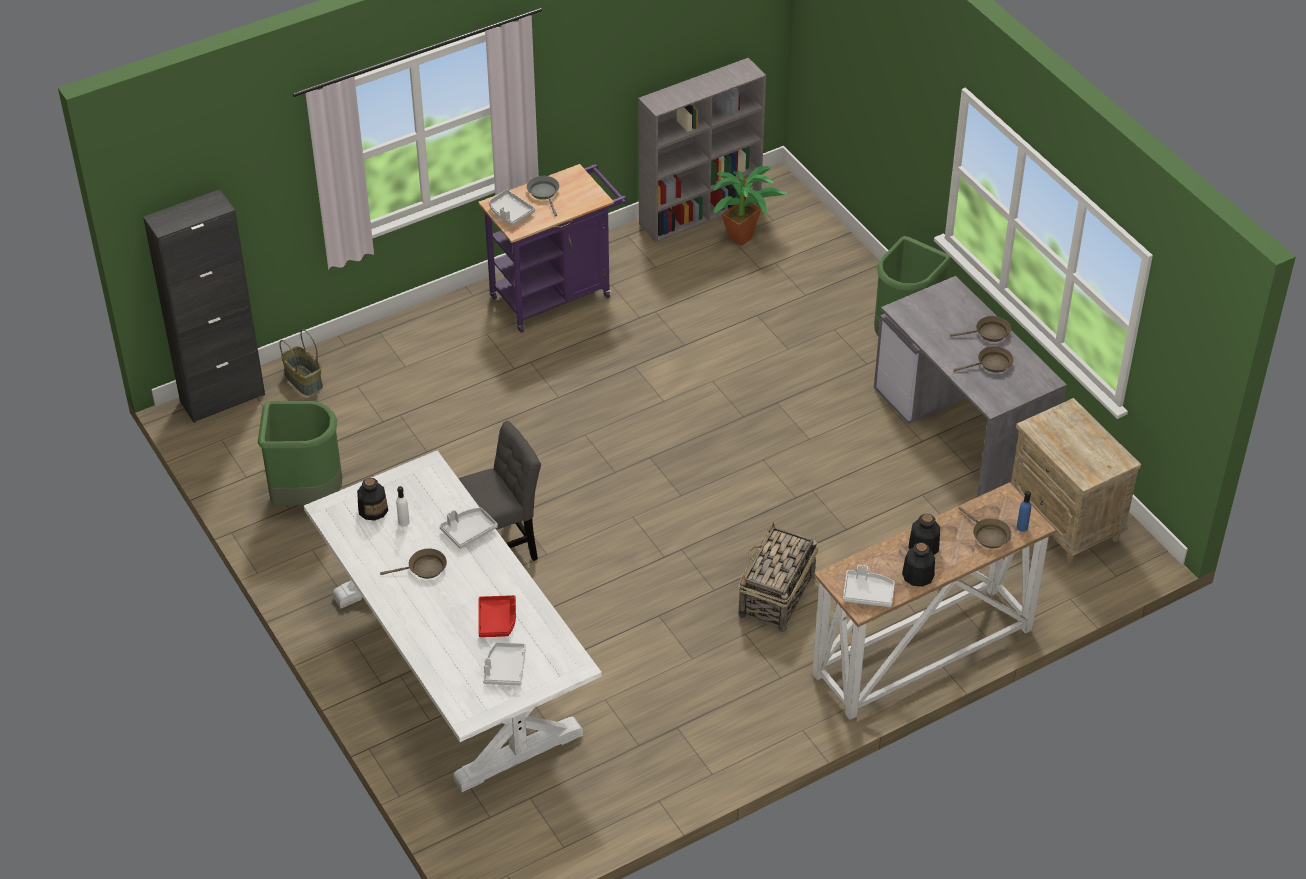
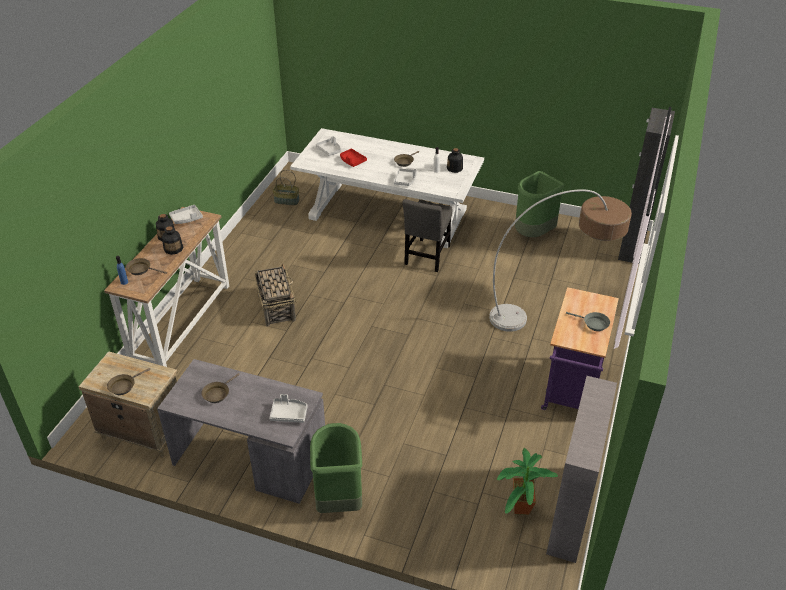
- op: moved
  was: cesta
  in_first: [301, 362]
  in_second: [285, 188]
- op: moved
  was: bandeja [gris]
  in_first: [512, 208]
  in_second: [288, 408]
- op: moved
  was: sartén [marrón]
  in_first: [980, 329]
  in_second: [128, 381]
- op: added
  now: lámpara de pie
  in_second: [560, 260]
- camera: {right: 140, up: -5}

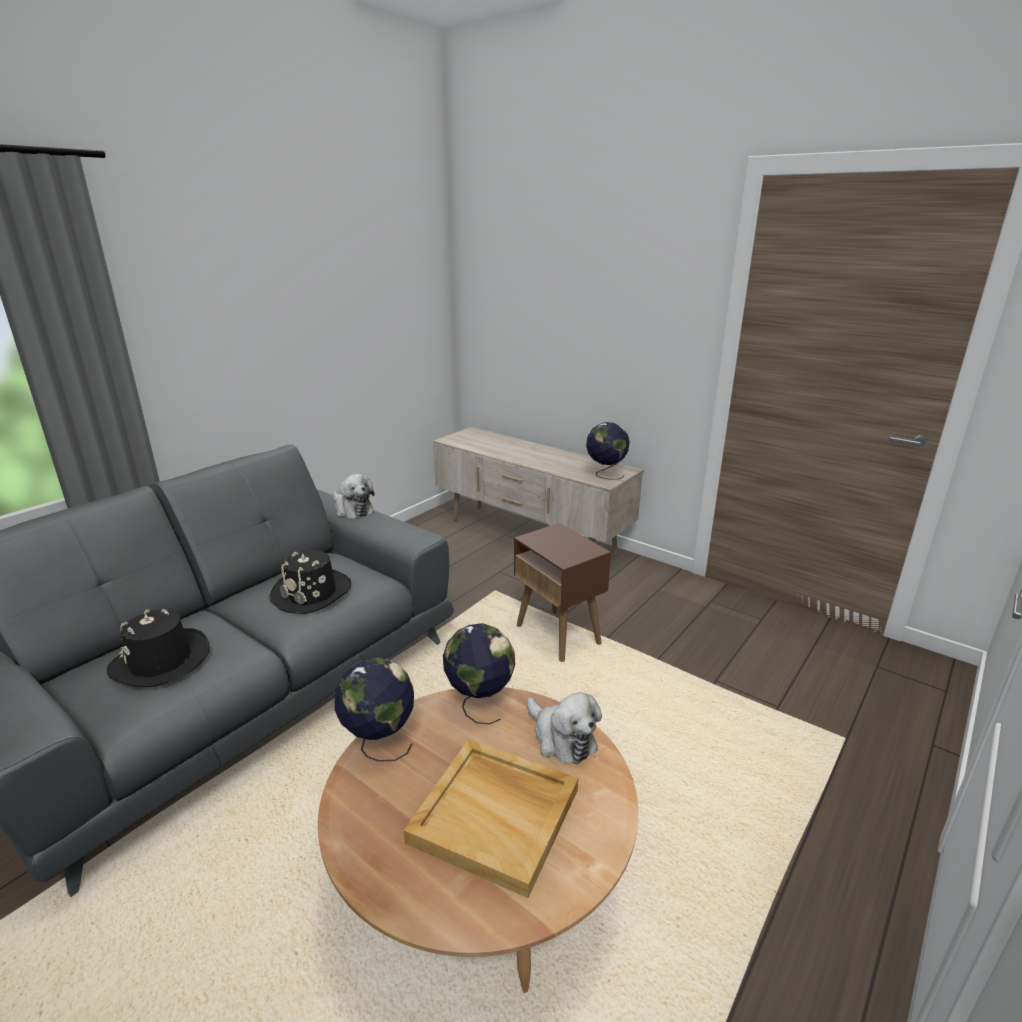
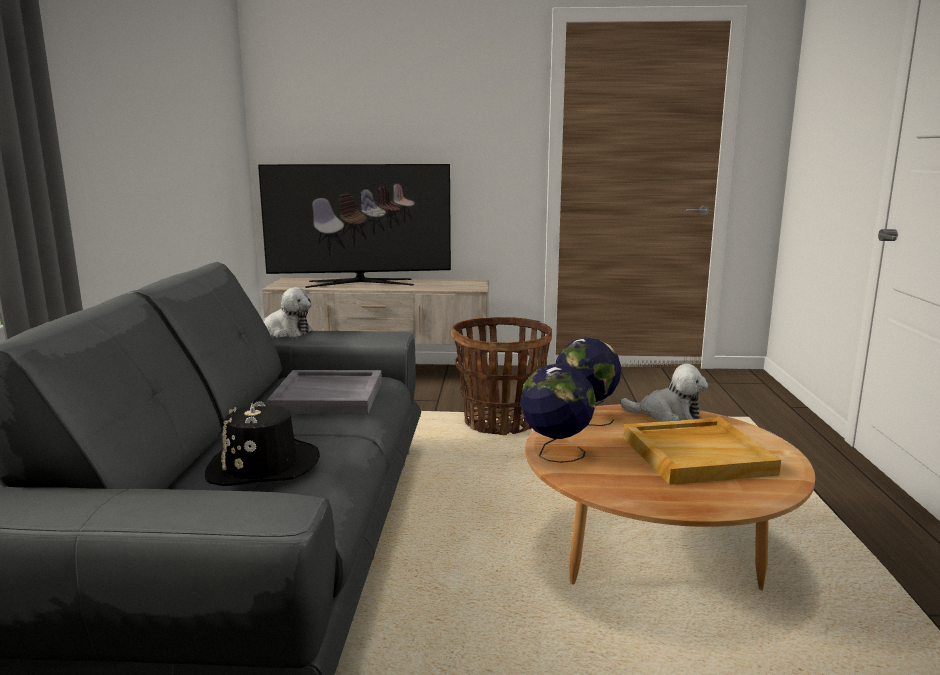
- op: replaced
  was: sombrero [negro]
  now: bandeja [gris]
  in_first: [310, 582]
  in_second: [324, 392]
- op: replaced
  was: mesa auxiliar [marrón]
  now: cesta
  in_first: [562, 592]
  in_second: [501, 376]
- op: removed
  was: globo terráqueo
  in_first: [608, 451]
- op: added
  now: televisor
  in_second: [354, 226]
- camera: {right: -35, up: -10}

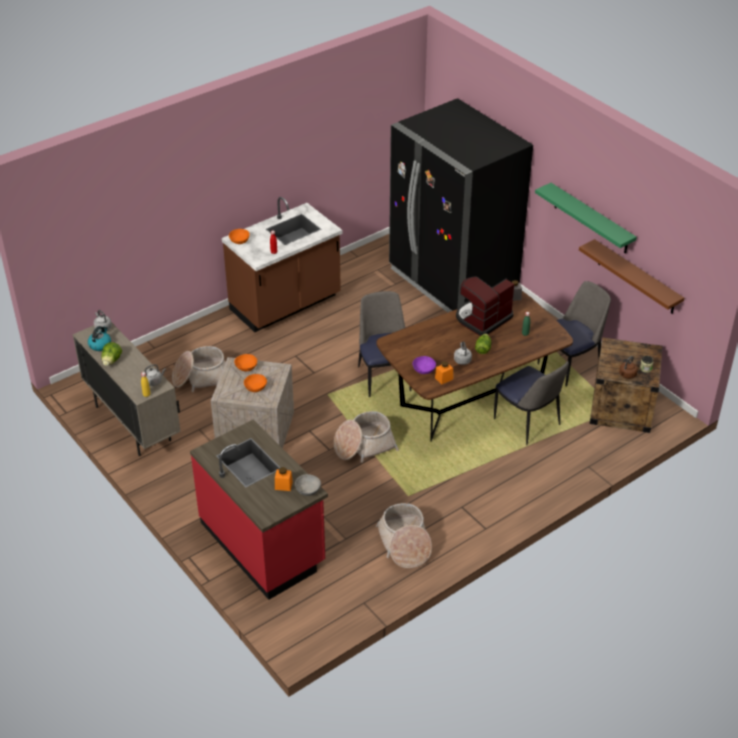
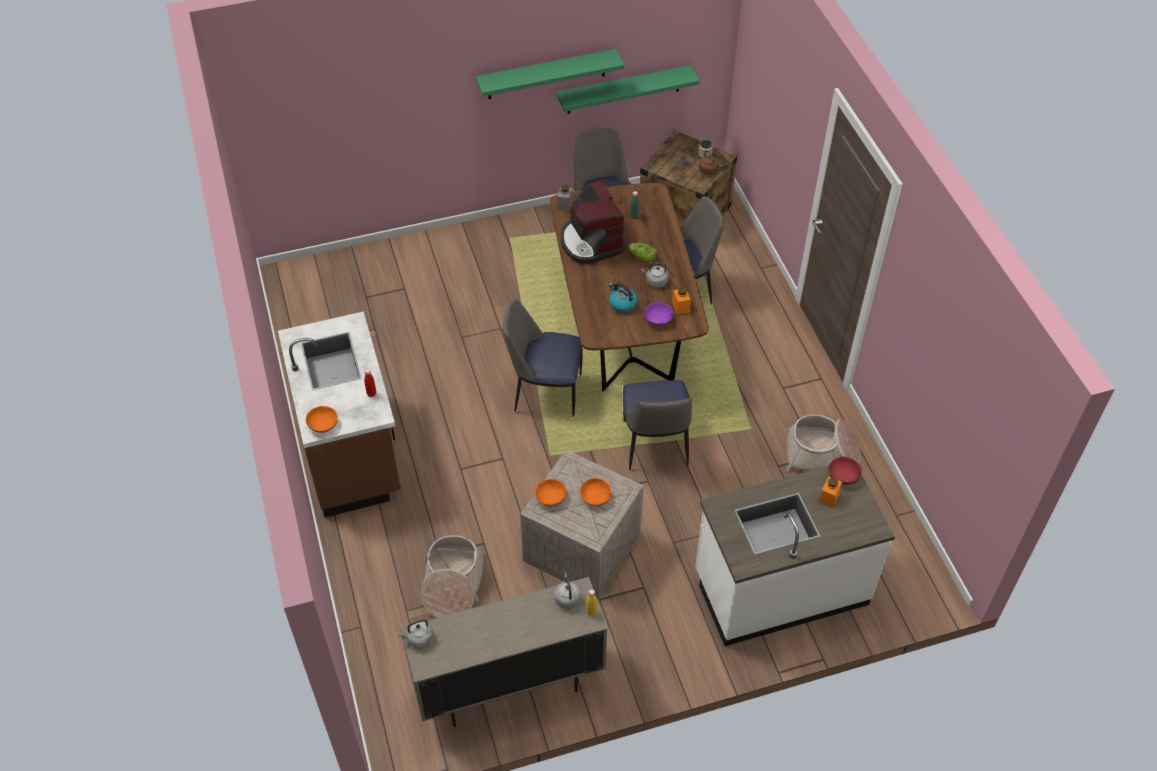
- op: moved
  was: hervidor
  in_first: [99, 338]
  in_second: [623, 298]
- op: removed
  was: lechuga
  in_first: [111, 354]
- op: recoloured
  was: mueble bajo de cocina [rojo]
  now: mueble bajo de cocina [blanco]
  in_first: [259, 509]
  in_second: [795, 552]
- op: recoloured
  was: cuenco [gris]
  now: cuenco [rojo]
  in_first: [308, 485]
  in_second: [845, 470]
- op: replaced
  was: cesta
  now: silla
  in_first: [366, 437]
  in_second: [657, 425]
- op: removed
  was: nevera [negro]
  in_first: [461, 205]
- op: recoloured
  was: estante [marrón]
  now: estante [verde]
  in_first: [631, 276]
  in_second: [628, 89]
- camera: {right: -70, up: 10}

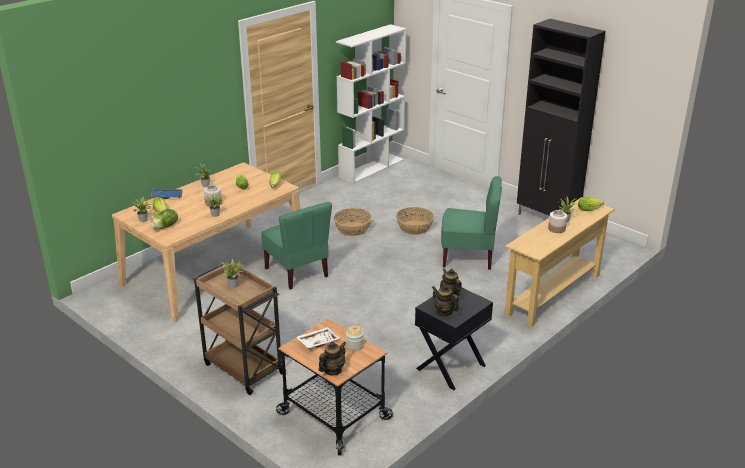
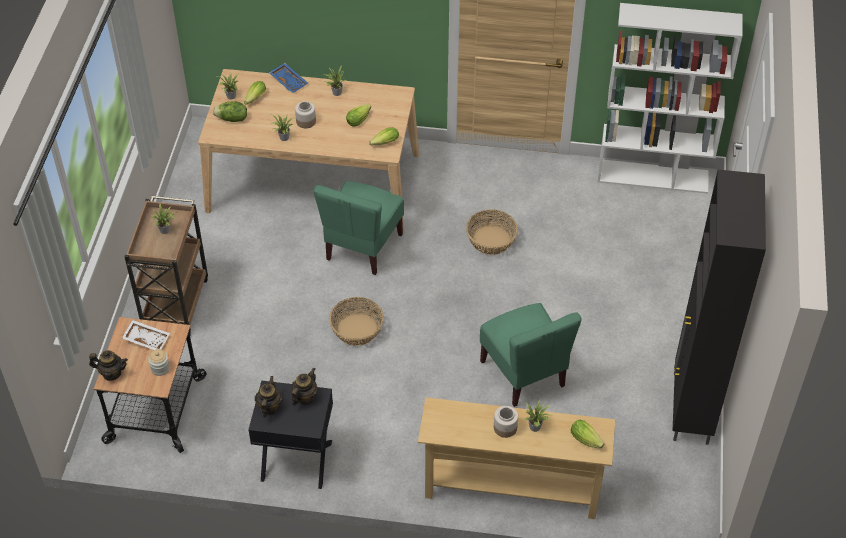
- op: moved
  was: cesta
  in_first: [415, 221]
  in_second: [356, 321]
- camera: {right: 55, up: 20}

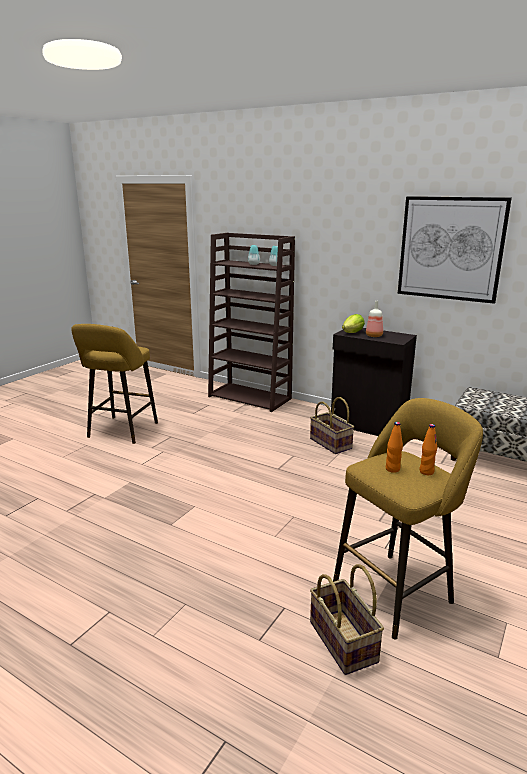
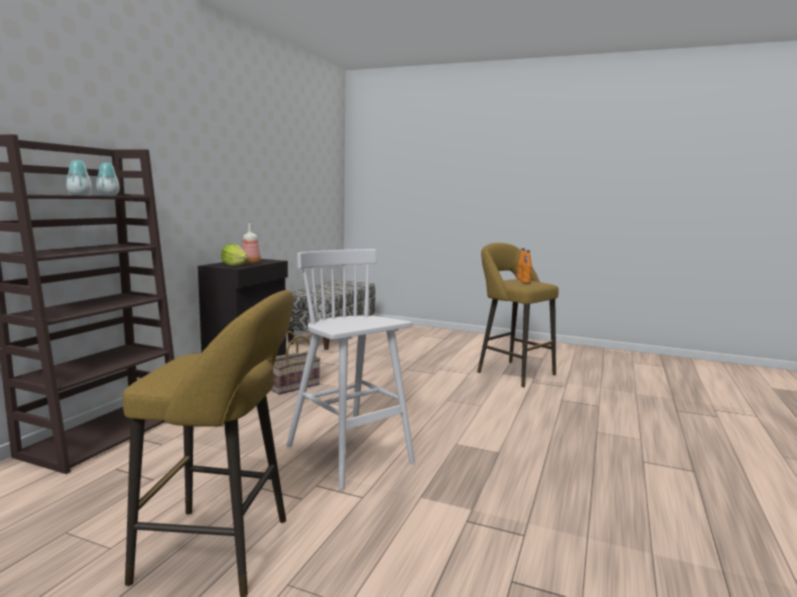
- op: removed
  was: cesta
  in_first: [347, 619]
- op: removed
  was: cuadro
  in_first: [455, 250]
- op: added
  now: taburete [blanco]
  in_second: [350, 369]
- camera: {right: -100, up: -10}

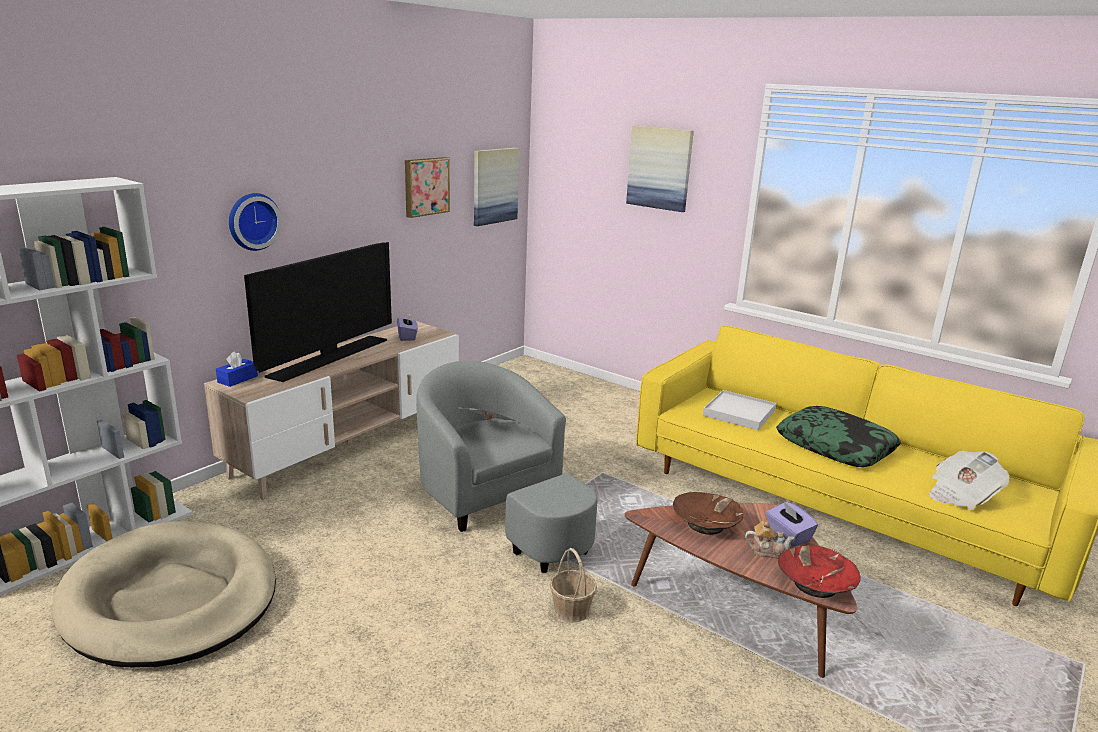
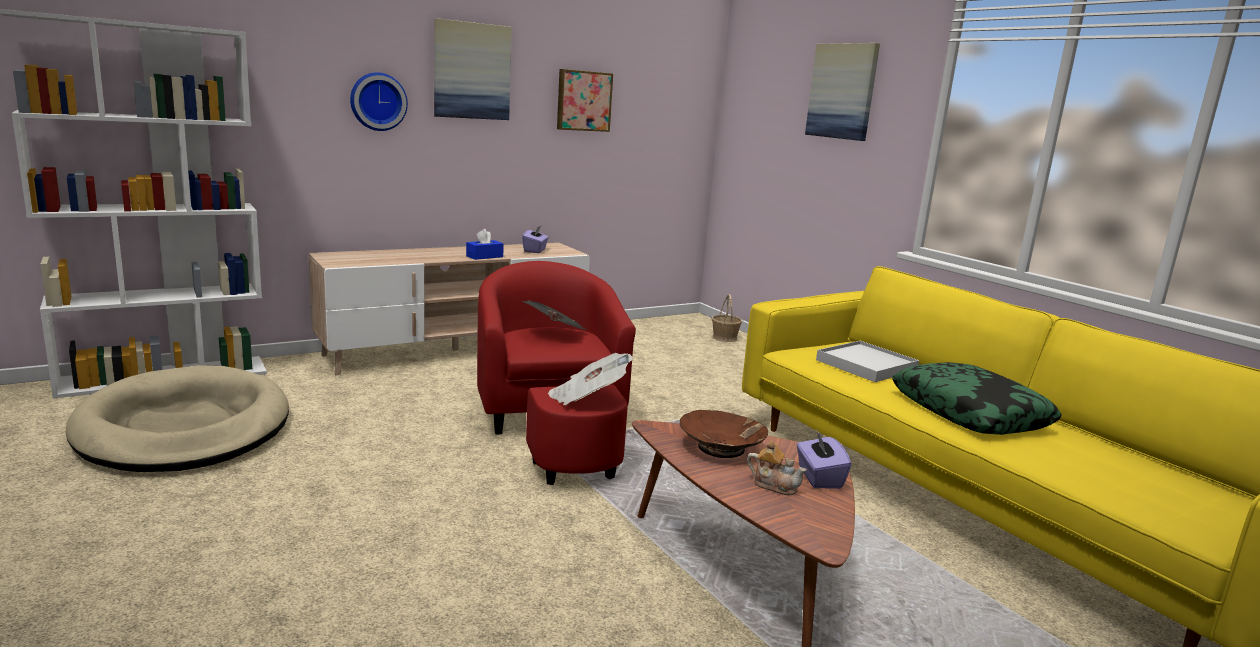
- op: moved
  was: caja de pañuelos [azul]
  in_first: [237, 369]
  in_second: [485, 244]
- op: removed
  was: televisor
  in_first: [318, 312]
- op: recoloured
  was: sillón [gris]
  now: sillón [rojo]
  in_first: [506, 467]
  in_second: [556, 373]
- op: moved
  was: cuadro
  in_first: [496, 187]
  in_second: [473, 69]
- op: moved
  was: cesta
  in_first: [573, 585]
  in_second: [727, 318]
- op: removed
  was: cuenco [rojo]
  in_first: [819, 571]
- op: moved
  was: periódico
  in_first: [969, 480]
  in_second: [590, 379]
- camera: {right: 20, up: -5}

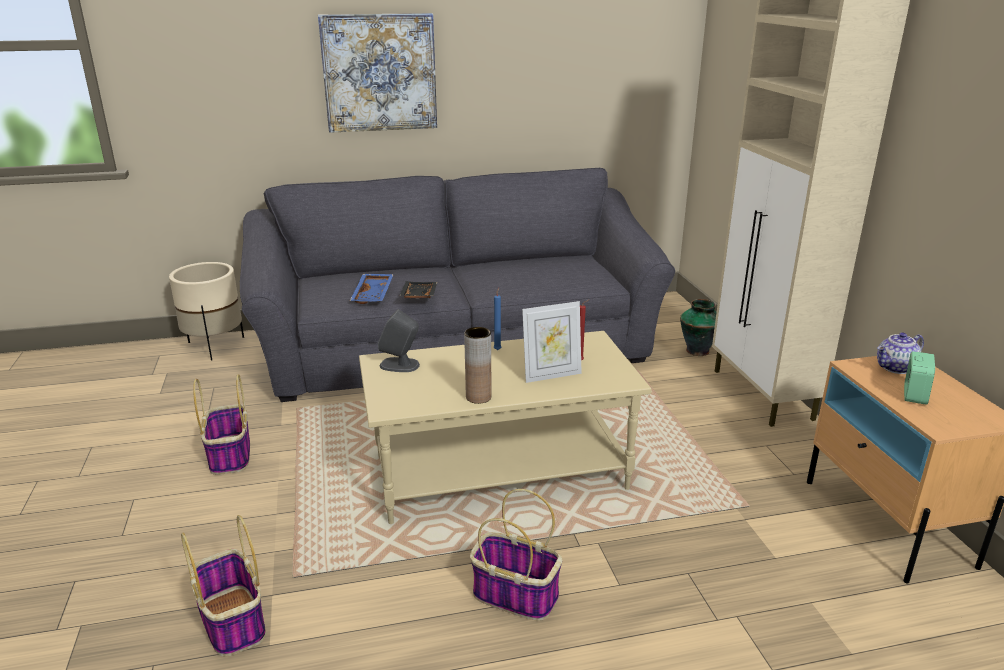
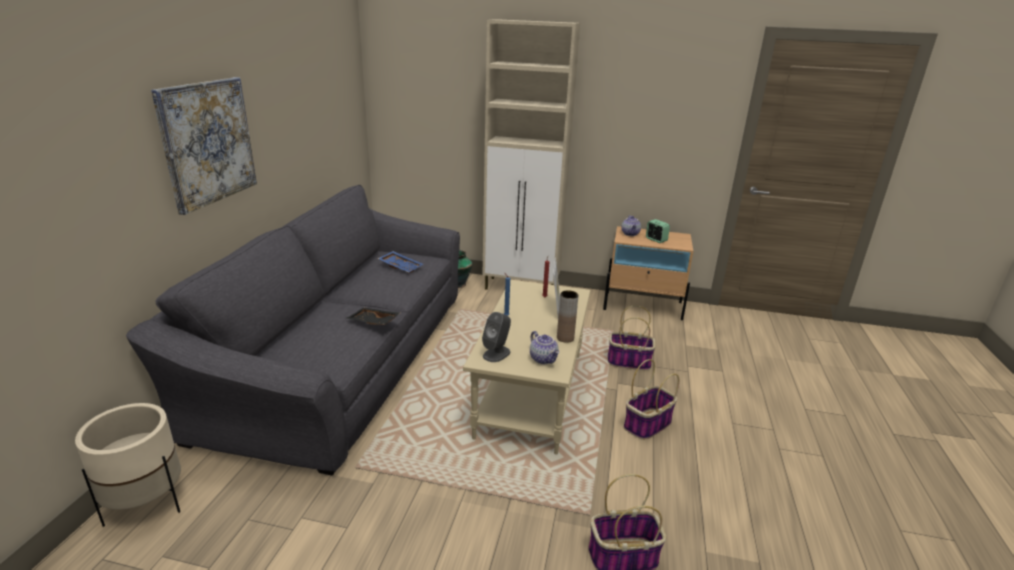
- op: moved
  was: cesta
  in_first: [221, 424]
  in_second: [632, 337]
- op: moved
  was: bandeja [azul]
  in_first: [372, 289]
  in_second: [400, 262]
- op: added
  now: tetera
  in_second: [544, 347]
- camera: {right: -65, up: 0}

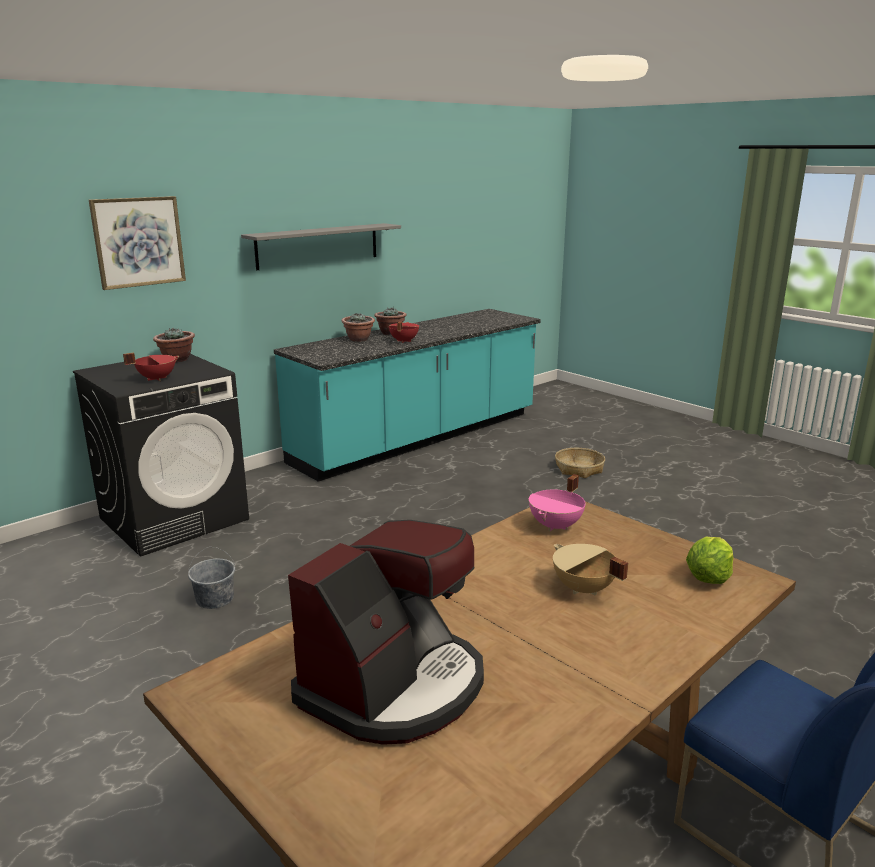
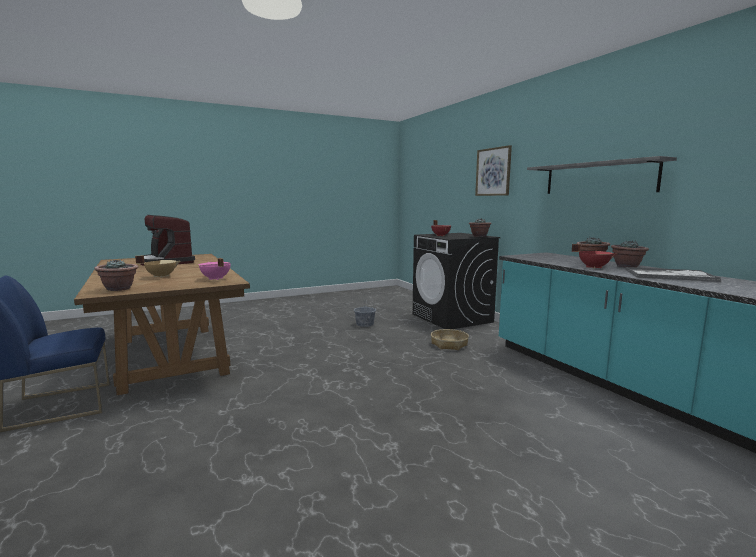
- op: moved
  was: cesta
  in_first: [580, 463]
  in_second: [450, 339]
- op: replaced
  was: lechuga
  now: planta en maceta
  in_first: [710, 560]
  in_second: [116, 275]
- op: added
  now: bandeja
  in_second: [673, 274]
- camera: {right: 105, up: -10}

